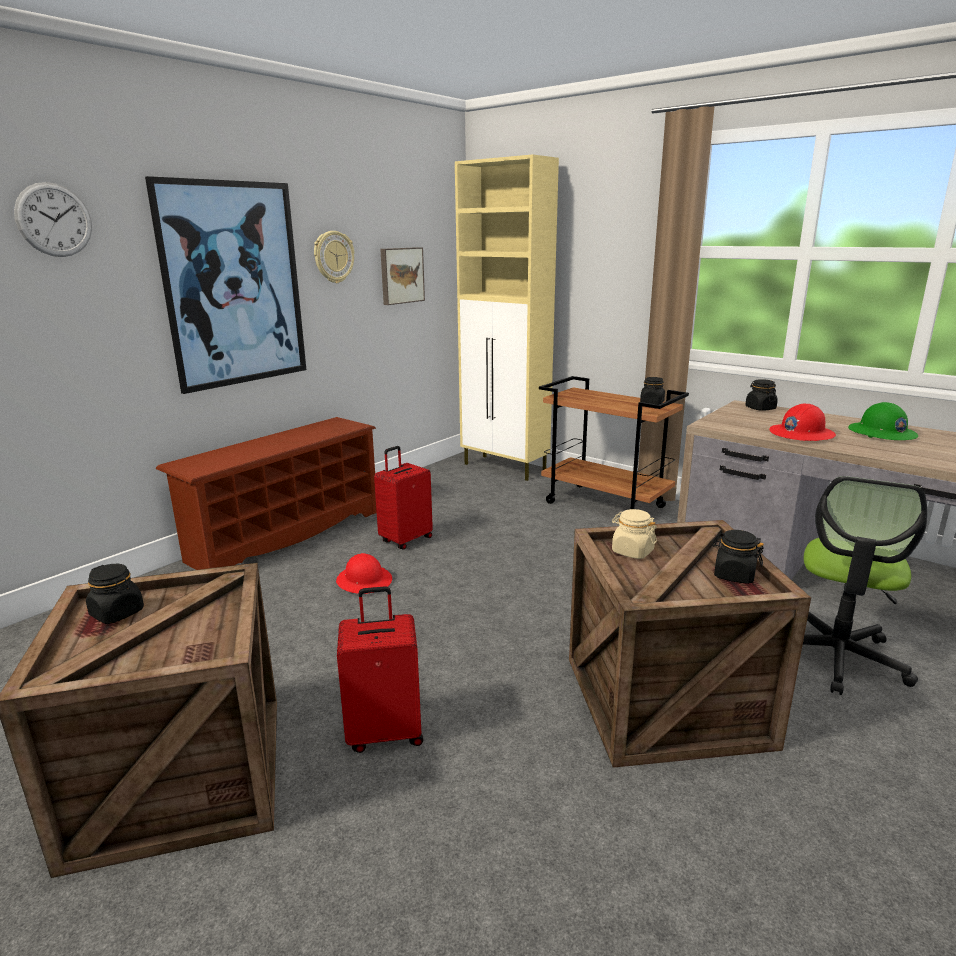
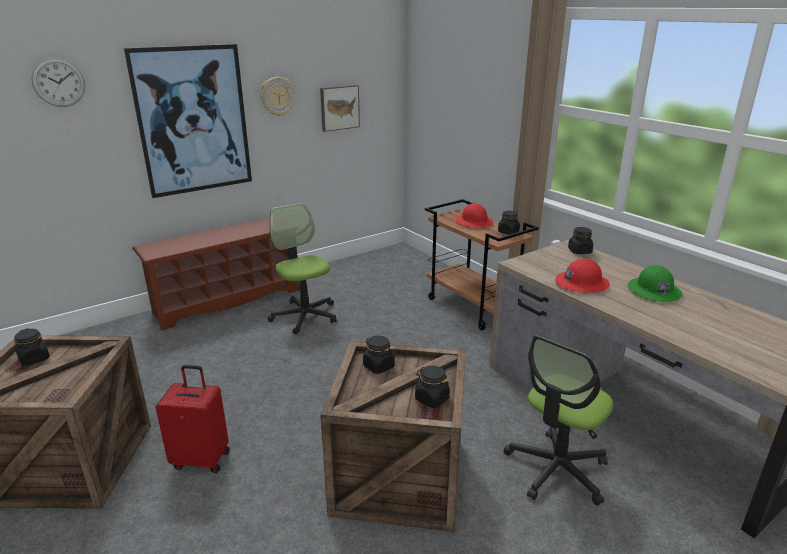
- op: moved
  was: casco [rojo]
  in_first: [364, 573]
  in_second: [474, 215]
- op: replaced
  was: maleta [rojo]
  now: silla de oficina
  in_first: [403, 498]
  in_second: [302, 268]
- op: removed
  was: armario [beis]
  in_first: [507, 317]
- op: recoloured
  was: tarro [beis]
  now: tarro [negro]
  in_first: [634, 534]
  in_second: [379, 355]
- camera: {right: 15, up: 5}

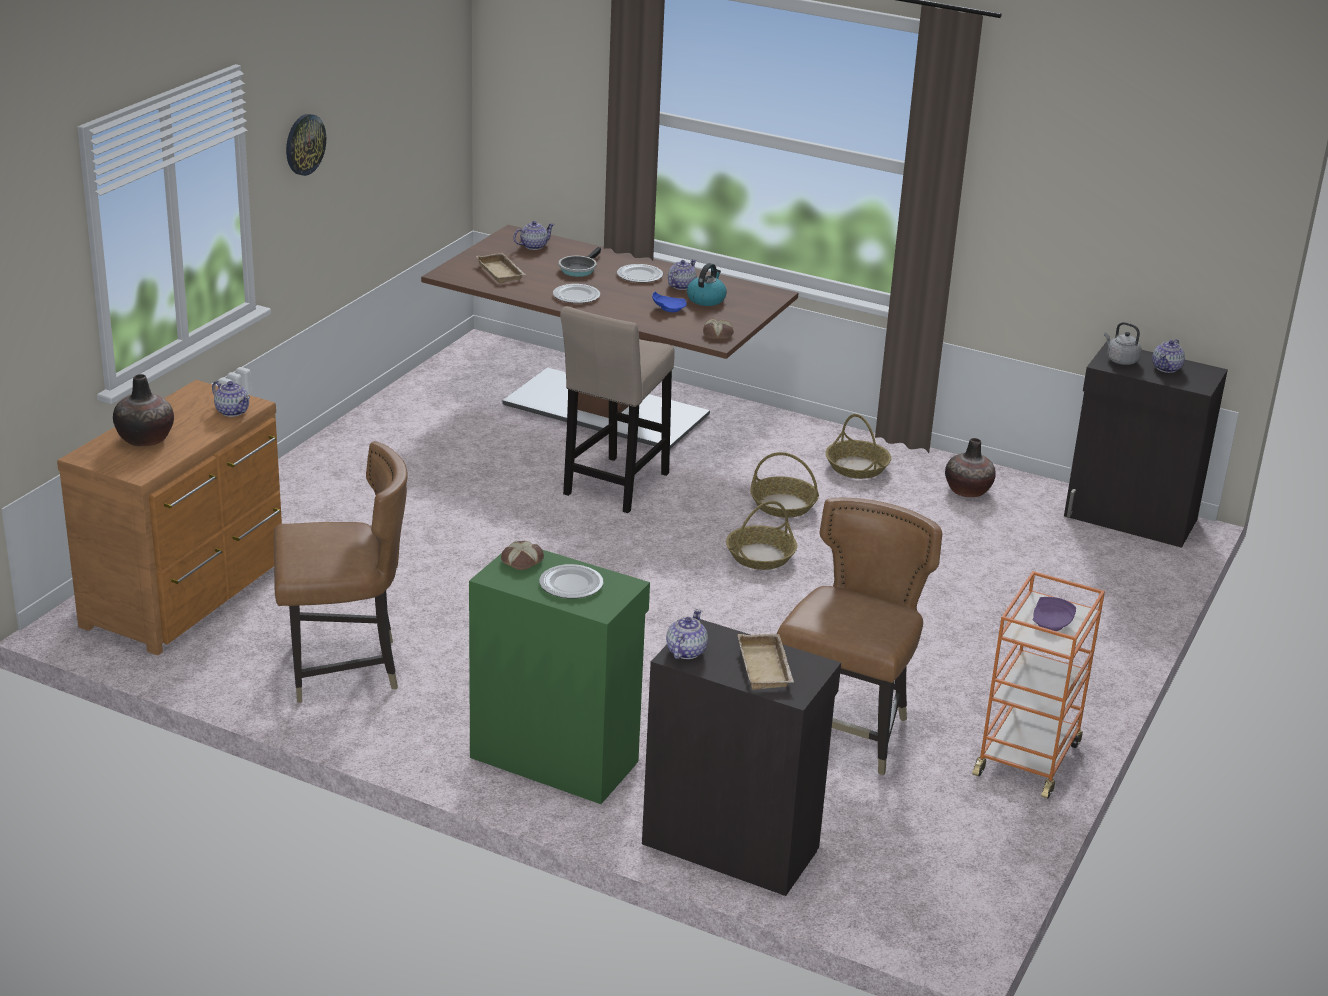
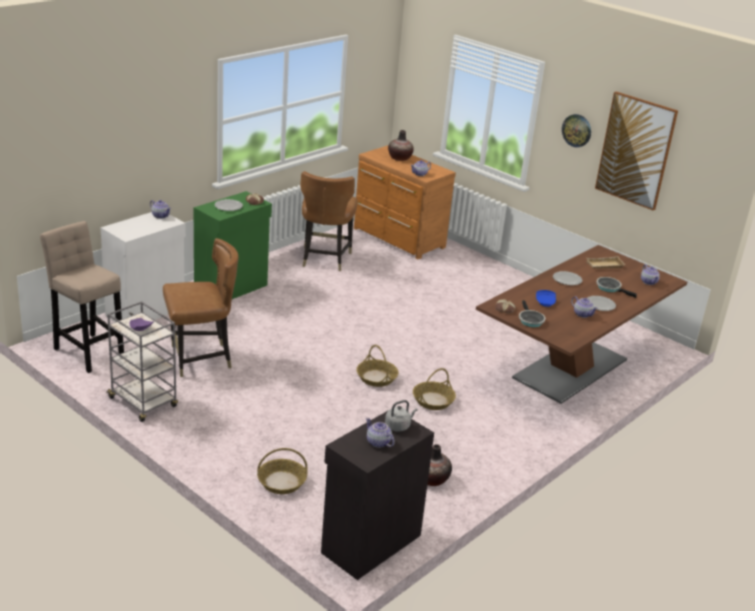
- op: moved
  was: taburete [beis]
  in_first: [617, 409]
  in_second: [82, 297]
- op: recoloured
  was: armario [negro]
  now: armario [blanco]
  in_first: [741, 756]
  in_second: [143, 267]
- op: removed
  was: hervidor
  in_first: [707, 284]
- op: removed
  was: bandeja [beis]
  in_first: [766, 662]
- op: turned
  was: silla [marrón]
  in_first: [859, 636]
  in_second: [201, 307]
  clockwise: -60
- op: moved
  was: cesta
  in_first: [858, 446]
  in_second: [282, 471]
- op: recoloured
  was: carrito [naranja]
  now: carrito [gris]
  in_first: [1038, 684]
  in_second: [142, 361]
- op: added
  now: sartén
  in_second: [532, 313]
- op: added
  now: cuadro
  in_second: [636, 151]
- camera: {right: 105, up: 0}

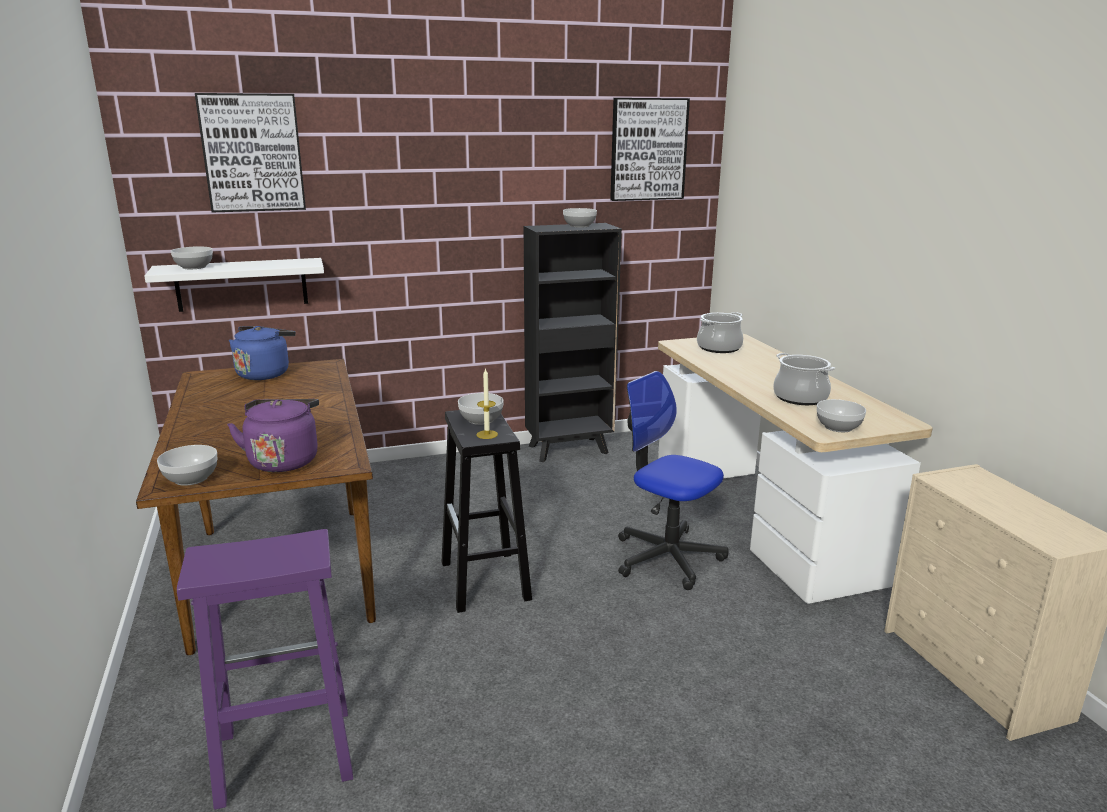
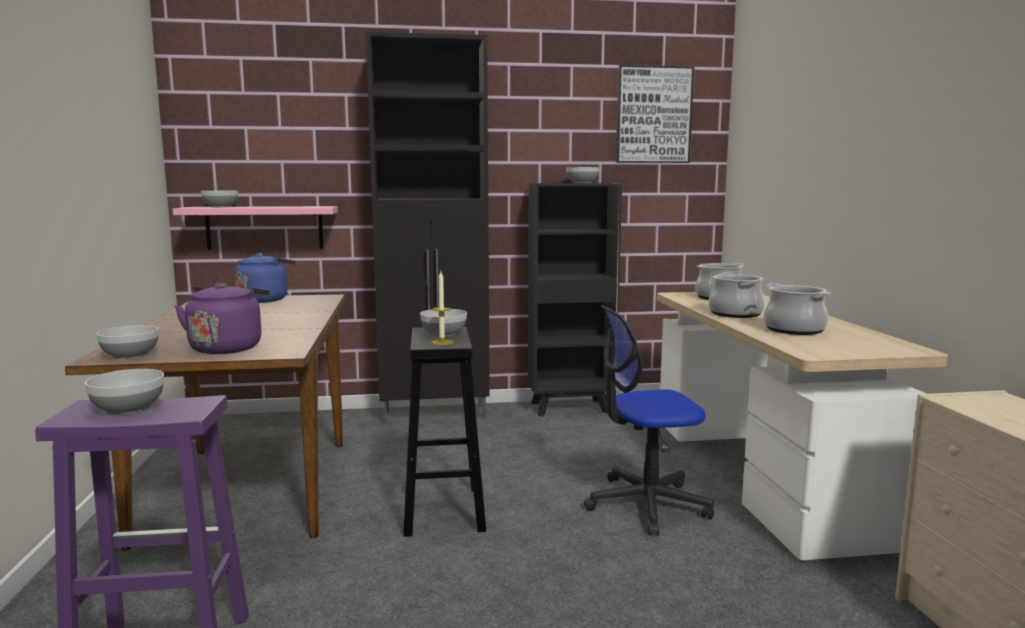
- op: recoloured
  was: estante [blanco]
  now: estante [rosa]
  in_first: [234, 285]
  in_second: [255, 228]
- op: removed
  was: cuadro
  in_first: [250, 153]
- op: turned
  was: silla de oficina
  in_first: [673, 480]
  in_second: [649, 420]
  clockwise: -60
- op: moved
  was: cuenco
  in_first: [841, 415]
  in_second: [124, 392]
- op: added
  now: armario [negro]
  in_second: [428, 228]
- op: added
  now: olla
  in_second: [736, 295]
- camera: {right: 10, up: -10}

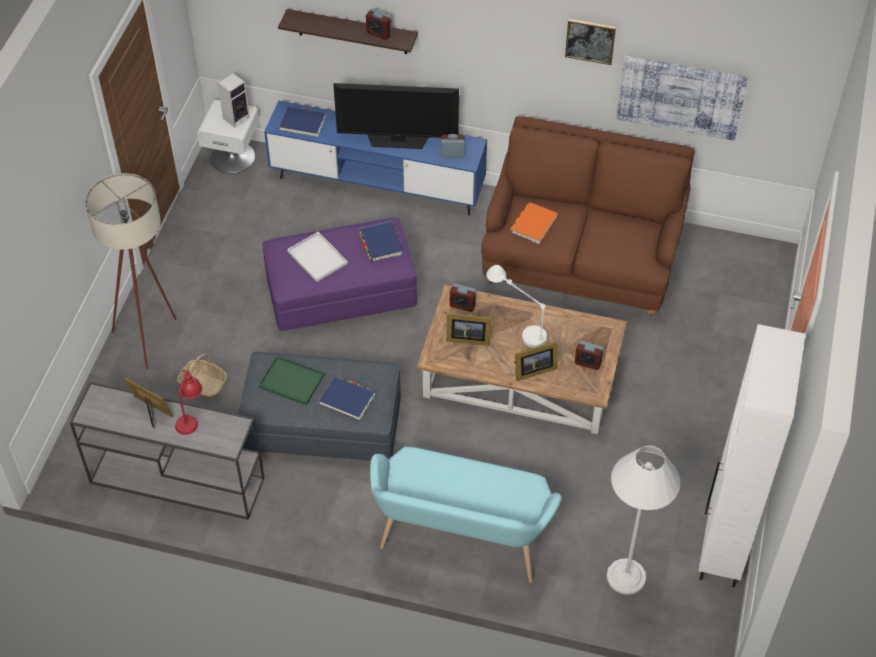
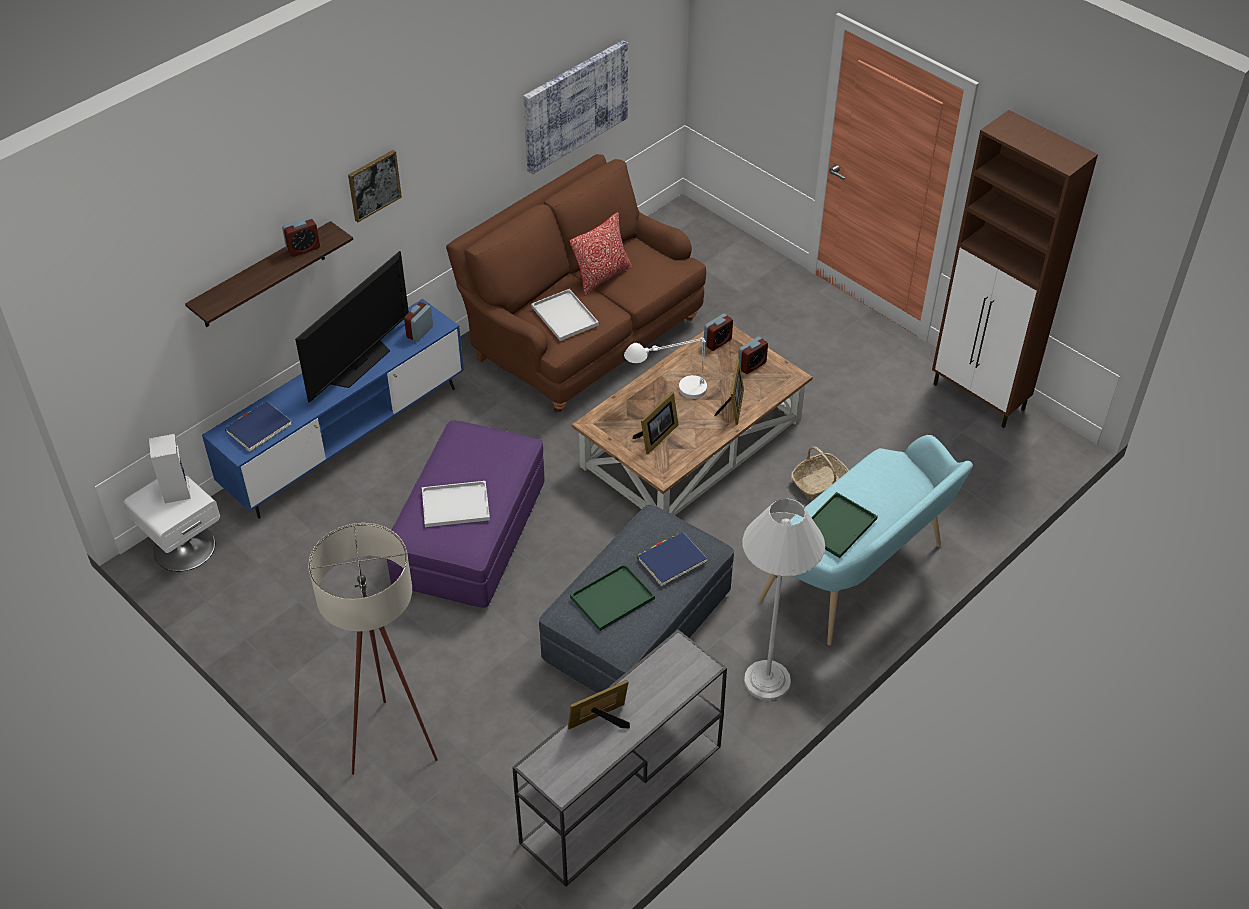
- op: removed
  was: lámpara de mesa [rojo]
  in_first: [188, 402]
- op: moved
  was: cesta
  in_first: [202, 376]
  in_second: [820, 473]
- op: removed
  was: libro [azul]
  in_first: [380, 241]
- op: moved
  was: despertador
  in_first: [463, 298]
  in_second: [718, 332]
- op: replaced
  was: libro [naranja]
  now: bandeja [blanco]
  in_first: [534, 223]
  in_second: [565, 315]
- op: moved
  was: cuadro
  in_first: [590, 42]
  in_second: [375, 186]
- op: moved
  was: lámpara de pie [blanco]
  in_first: [643, 520]
  in_second: [783, 599]
- op: recoloured
  was: armario [blanco]
  now: armario [marrón]
  in_first: [751, 456]
  in_second: [1015, 269]
- op: added
  now: cojín
  in_second: [601, 254]
- op: added
  now: bandeja [verde]
  in_second: [844, 525]
- camera: {right: -60, up: -5}

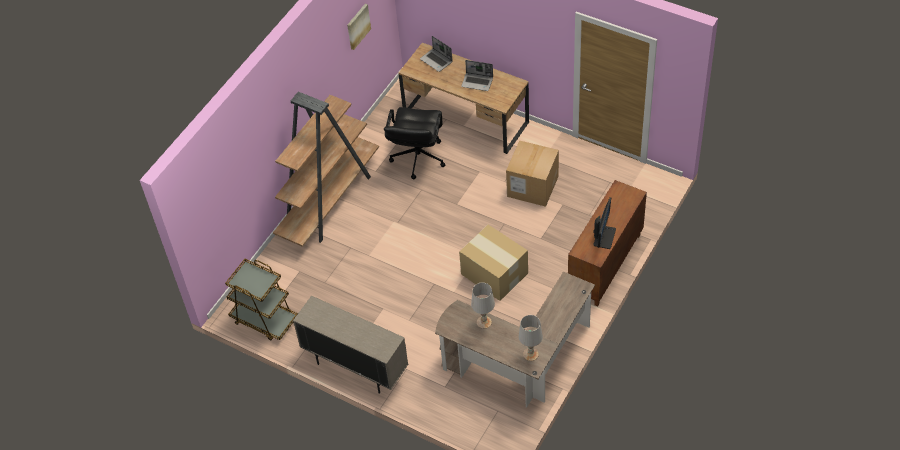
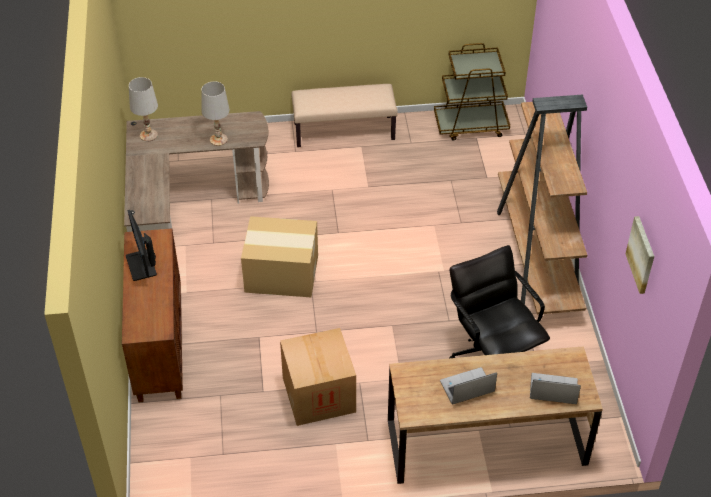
- op: replaced
  was: armario [beis]
  now: banco [beis]
  in_first: [350, 345]
  in_second: [344, 115]
- camera: {right: 140, up: -5}

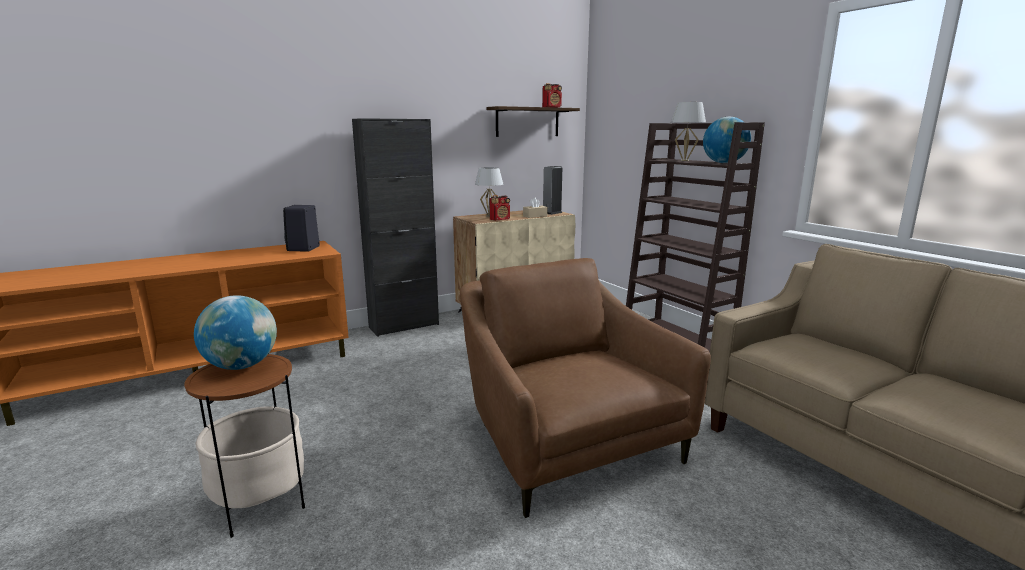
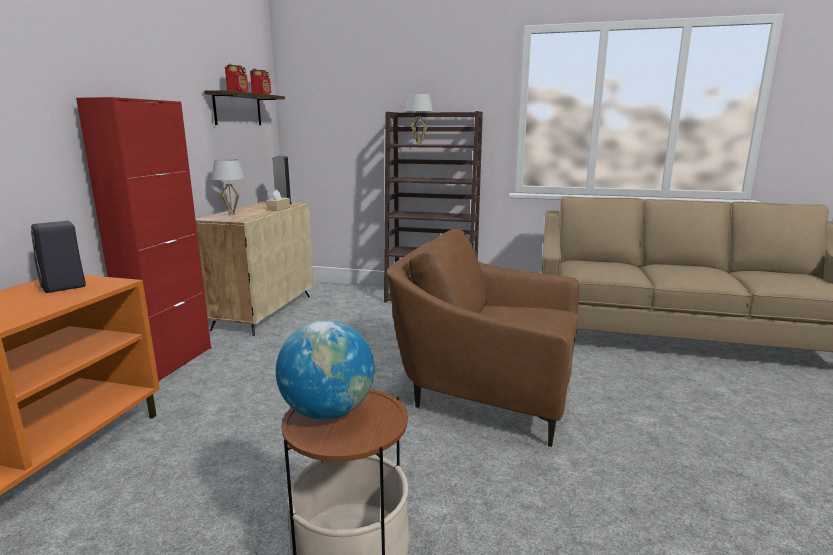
- op: recoloured
  was: armario [negro]
  now: armario [rojo]
  in_first: [395, 227]
  in_second: [143, 239]
- op: moved
  was: radio
  in_first: [500, 208]
  in_second: [236, 78]
- op: removed
  was: globo terráqueo
  in_first: [727, 140]
- camera: {right: -45, up: 0}

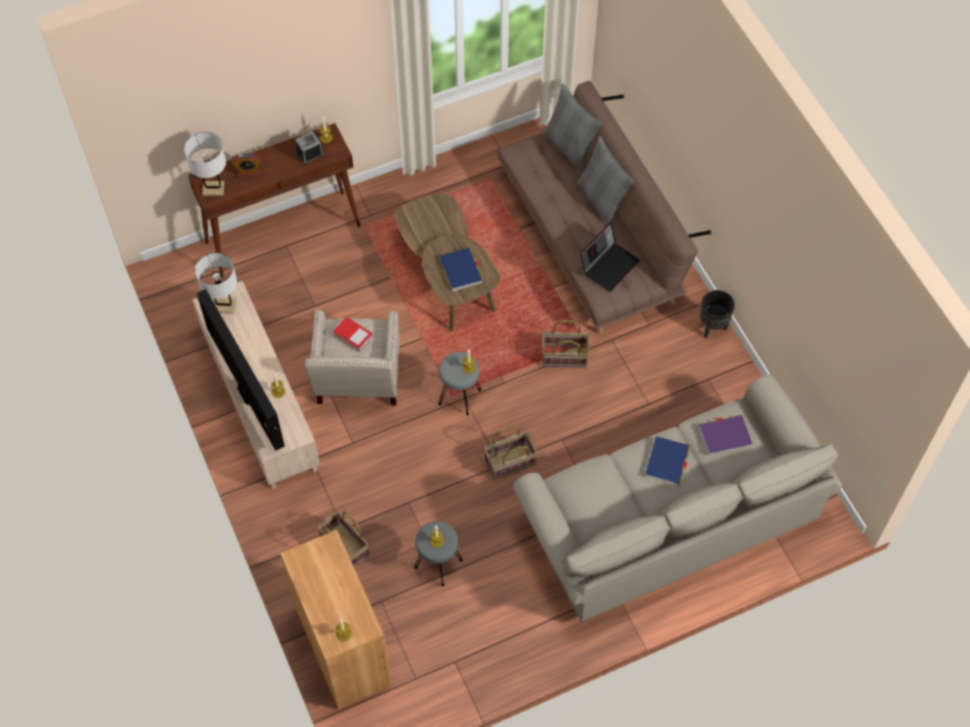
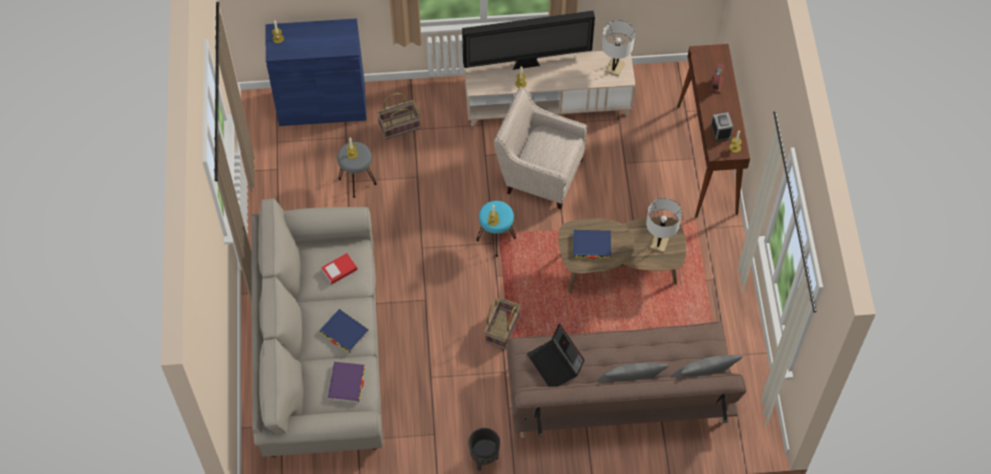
- op: moved
  was: lámpara de mesa [blanco]
  in_first: [205, 164]
  in_second: [664, 225]
- op: recoloured
  was: armario [marrón]
  now: armario [azul]
  in_first: [336, 619]
  in_second: [316, 72]
- op: moved
  was: libro
  in_first: [353, 334]
  in_second: [339, 268]
- op: recoloured
  was: taburete [gris]
  now: taburete [turquesa]
  in_first: [459, 383]
  in_second: [496, 229]
- op: removed
  was: cesta
  in_first: [510, 453]
- camera: {right: 110, up: 0}

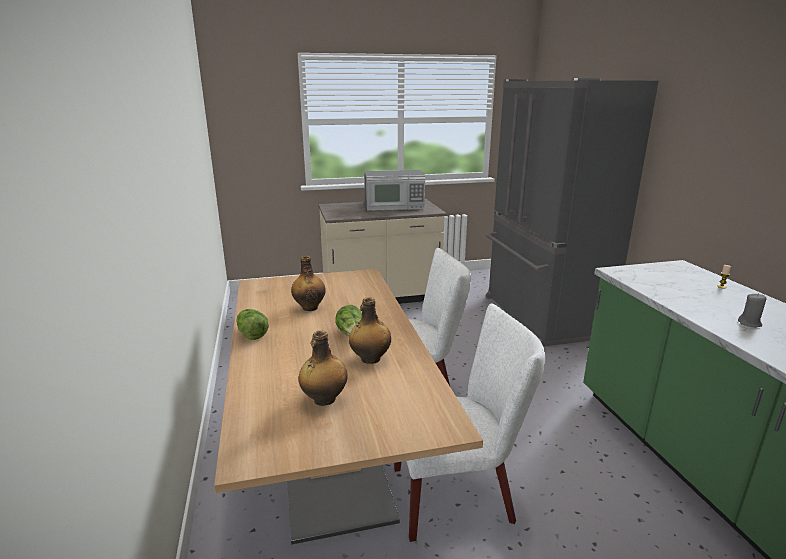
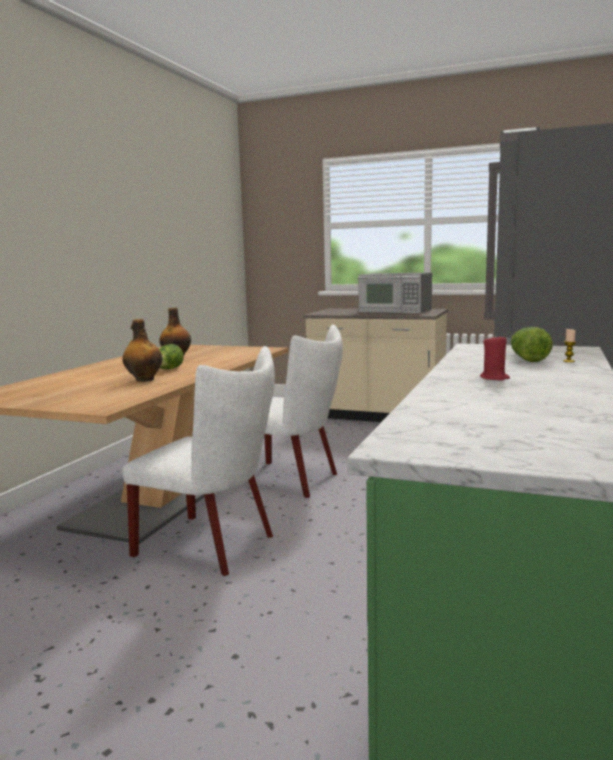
- op: moved
  was: lechuga
  in_first: [252, 324]
  in_second: [531, 344]
- op: removed
  was: botella
  in_first: [323, 368]
- op: recoloured
  was: vela [gris]
  now: vela [rojo]
  in_first: [752, 310]
  in_second: [495, 357]
- camera: {right: 35, up: -10}

